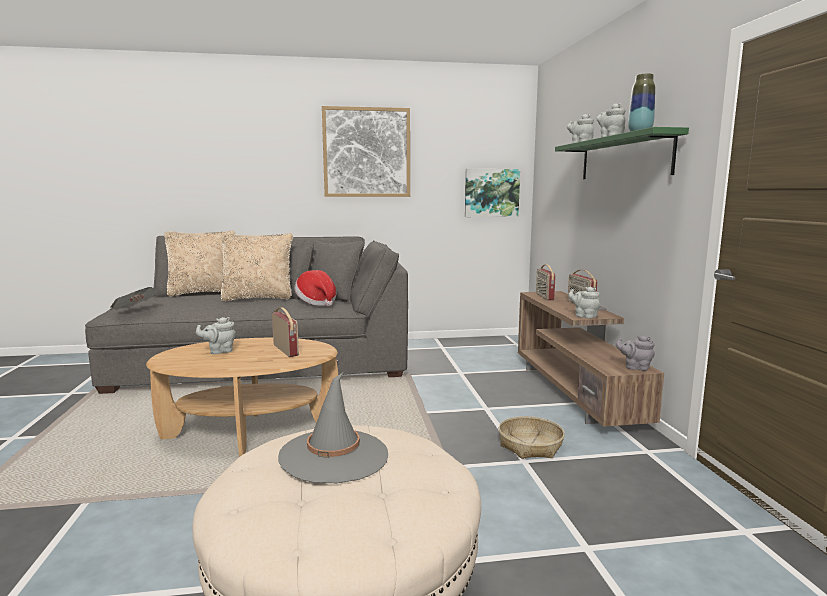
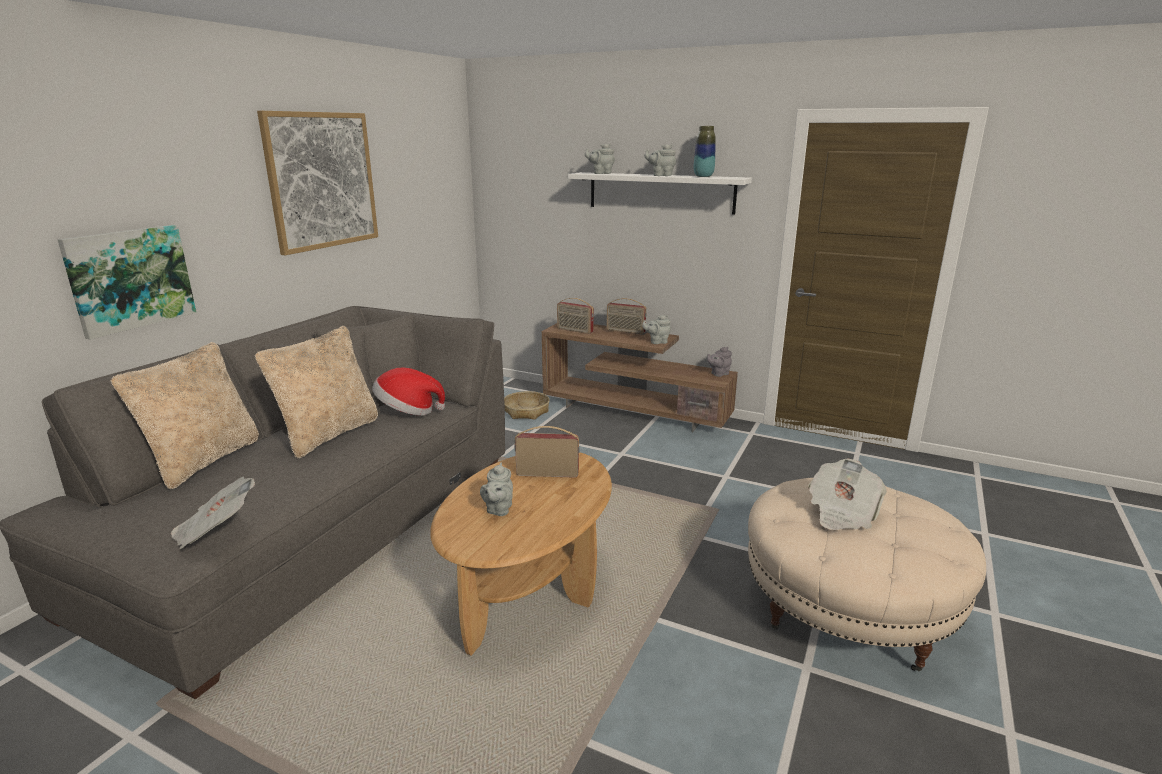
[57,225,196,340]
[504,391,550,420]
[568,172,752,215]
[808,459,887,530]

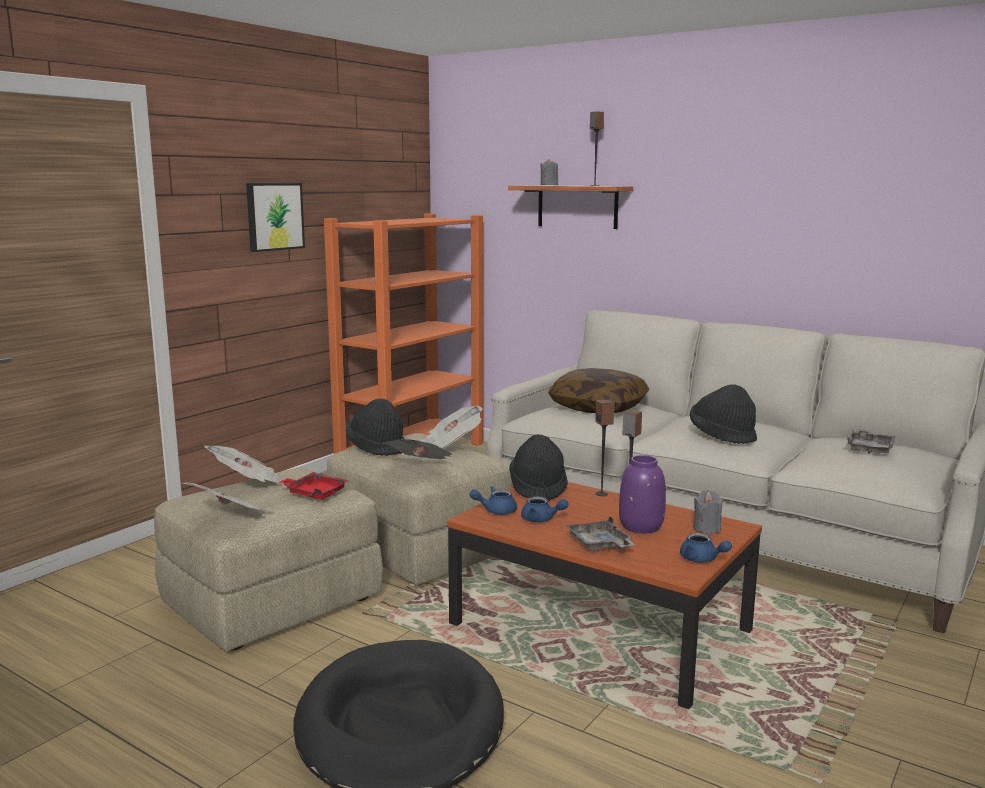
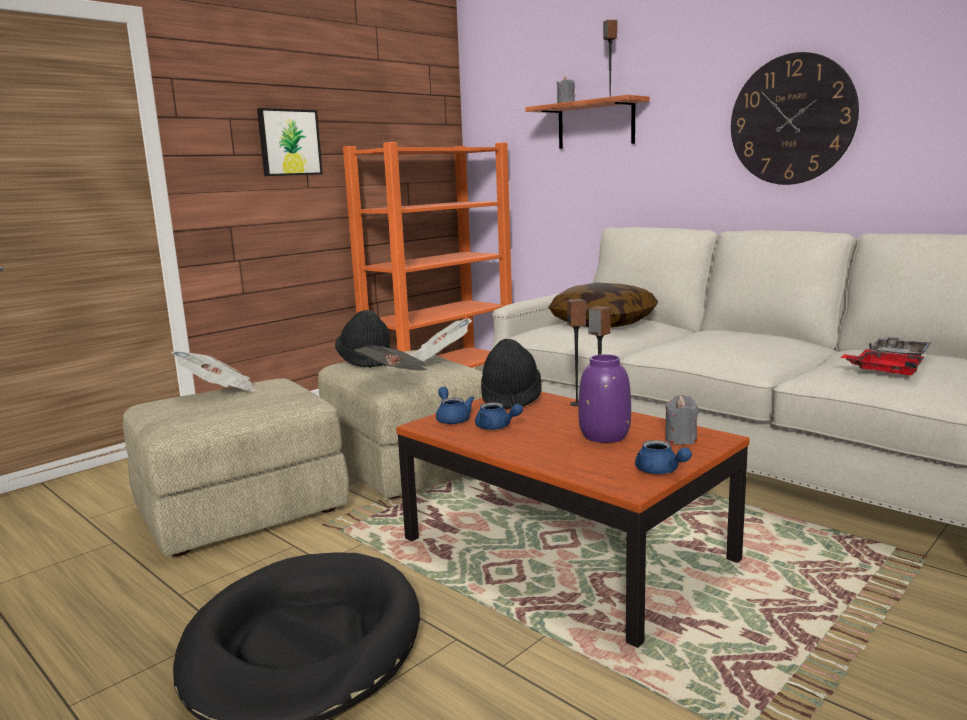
[436,387,474,424]
[731,52,859,185]
[840,349,925,375]
[182,483,271,510] (first image)
[565,516,635,551] (first image)
[690,385,757,444] (first image)

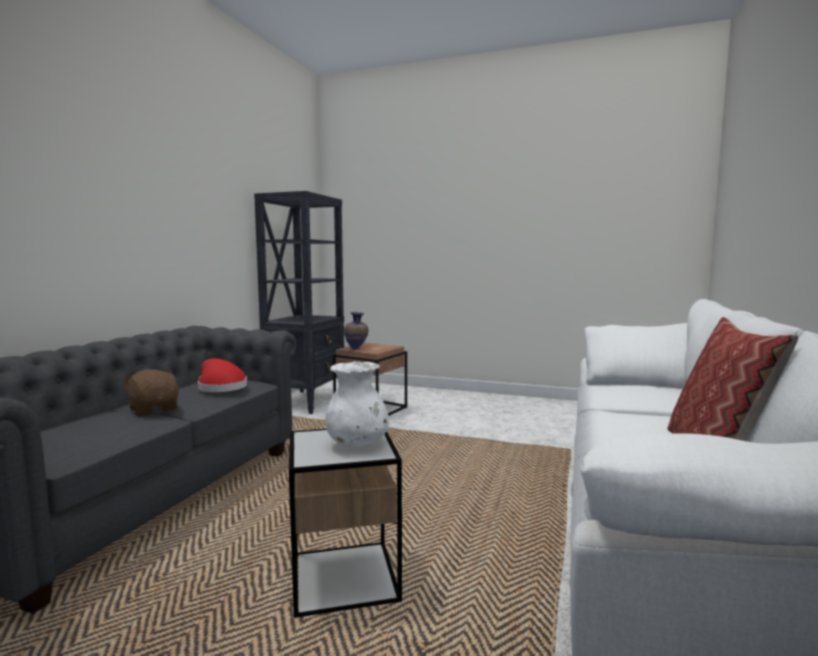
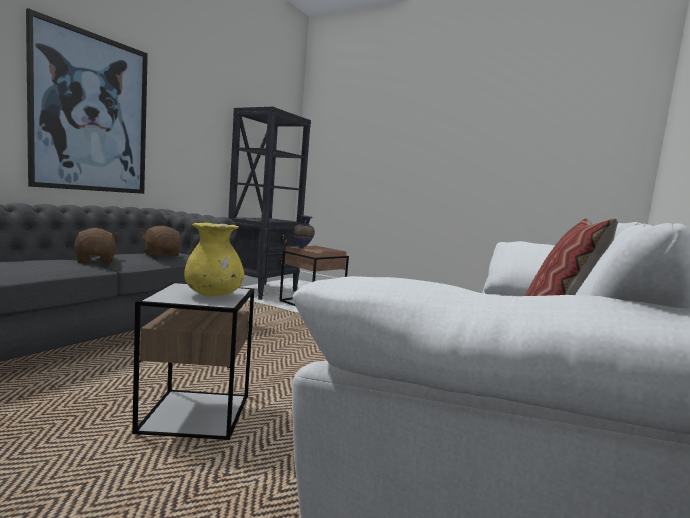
[26,8,148,194]
[141,226,181,257]
[184,223,245,297]

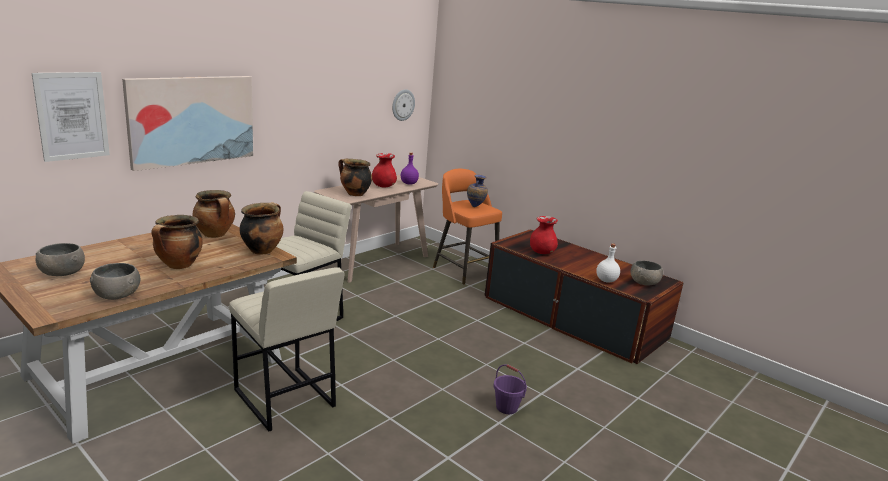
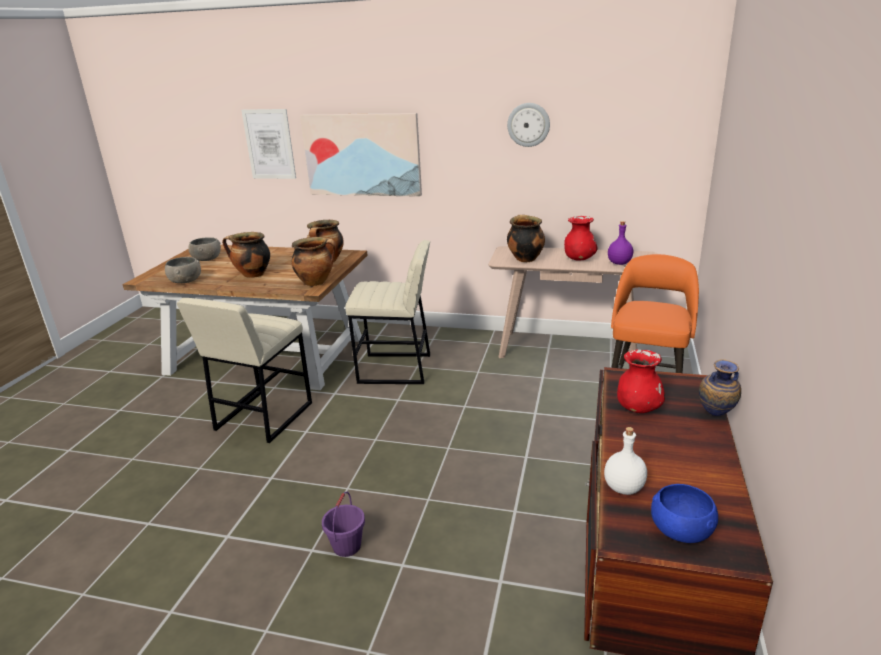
[507,103,550,147]
[651,484,718,543]
[699,359,741,416]

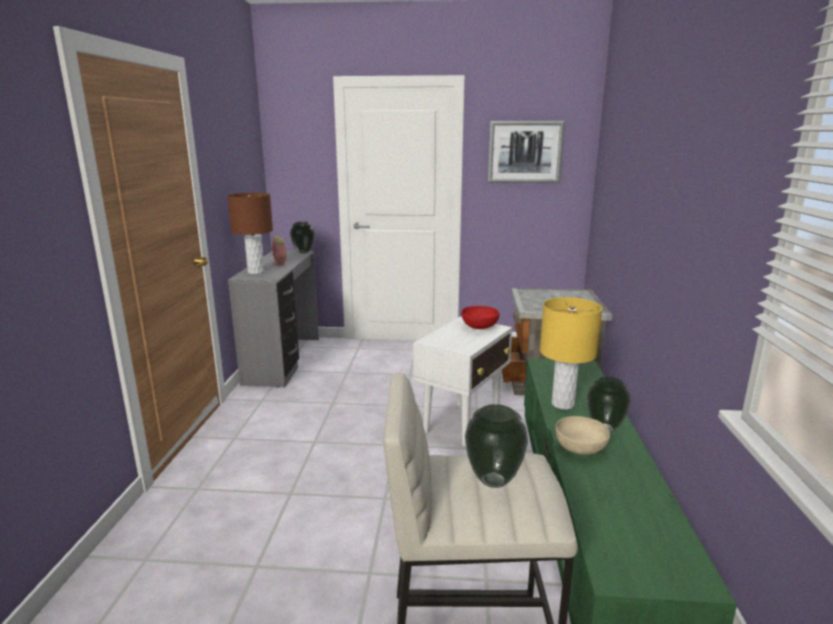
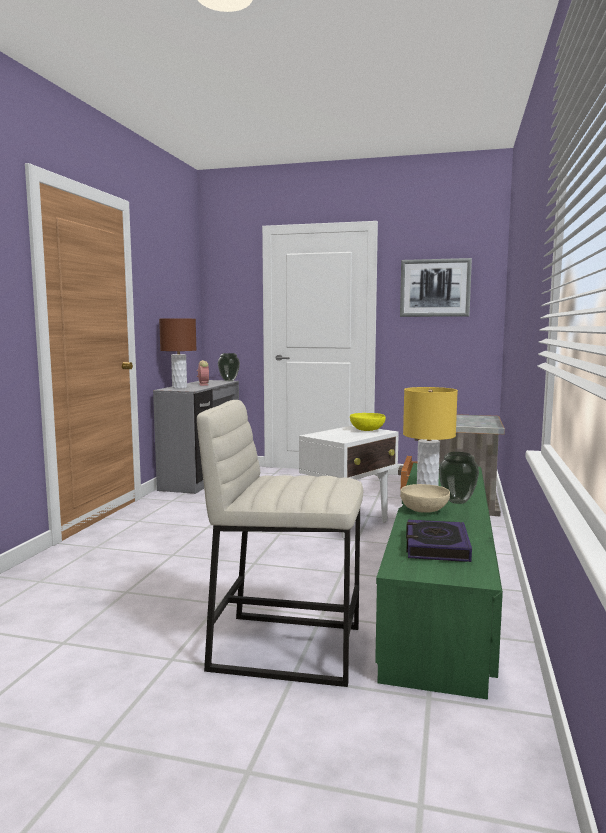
[350,413,386,431]
[406,519,472,562]
[465,404,528,488] (first image)

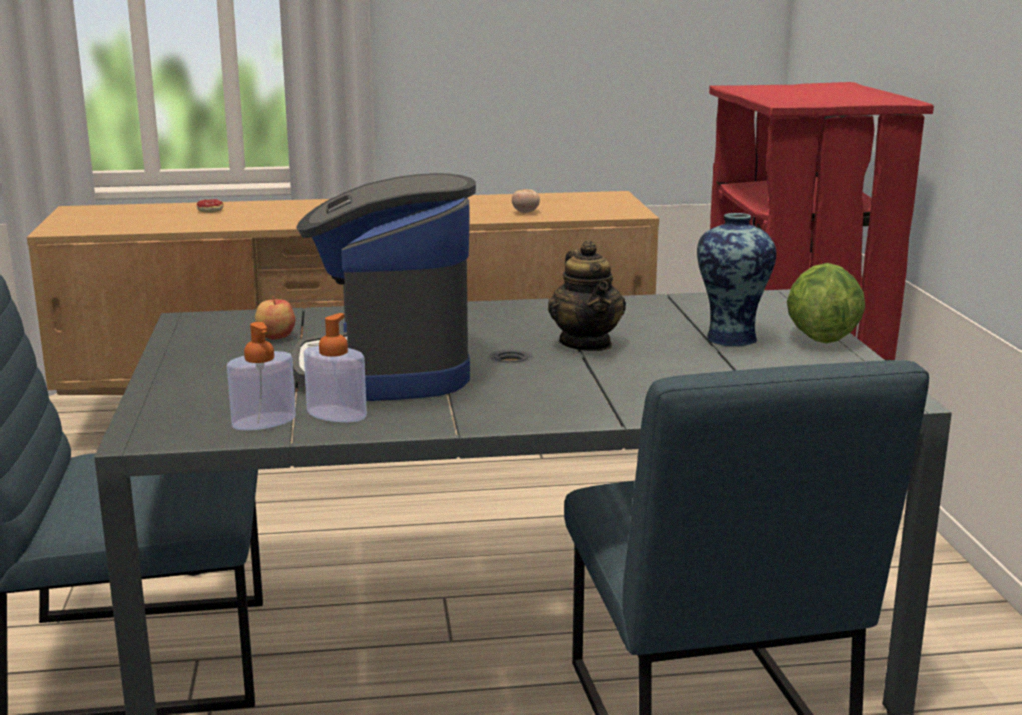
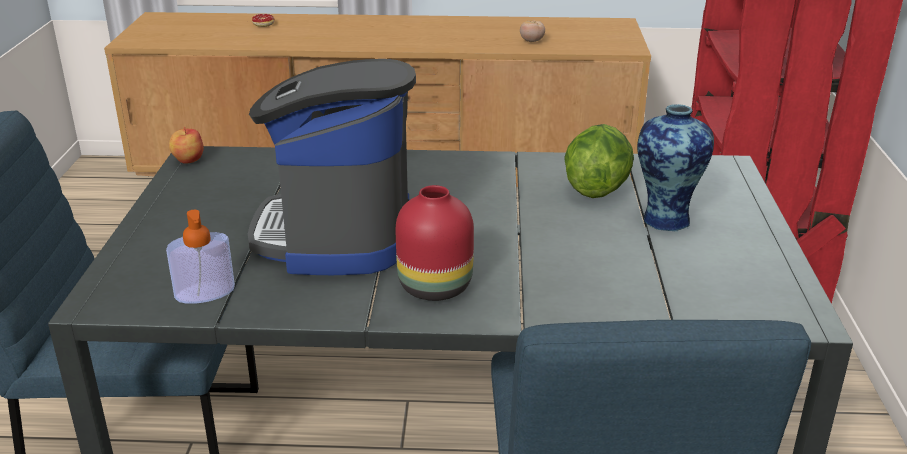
[169,127,204,164]
[396,185,474,301]
[564,124,634,198]
[304,313,367,422] (first image)
[548,240,626,351] (first image)

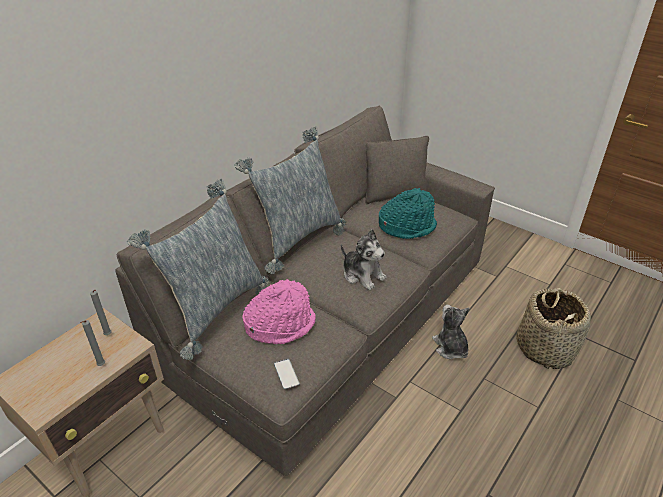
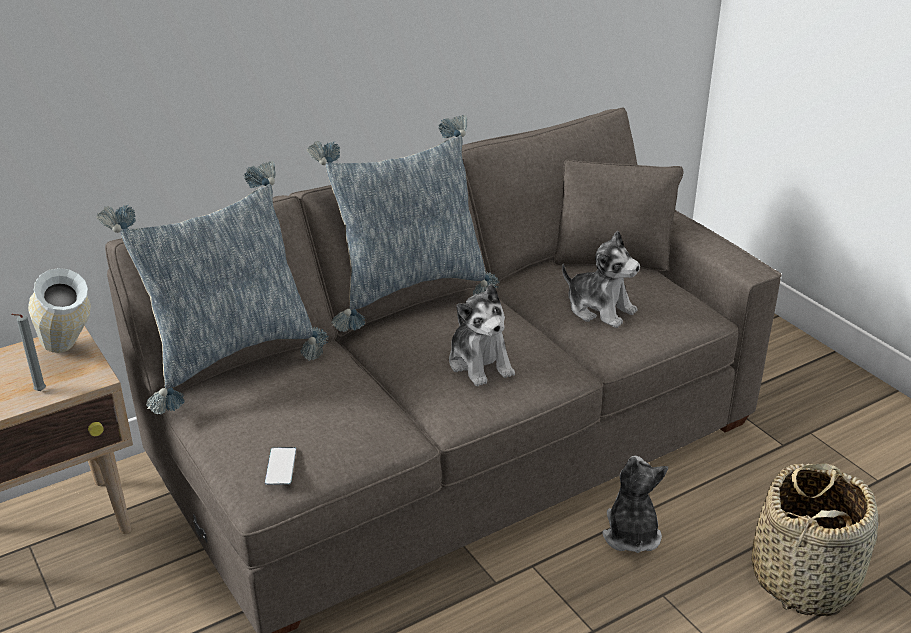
[28,268,91,353]
[562,231,640,328]
[242,279,316,344] (first image)

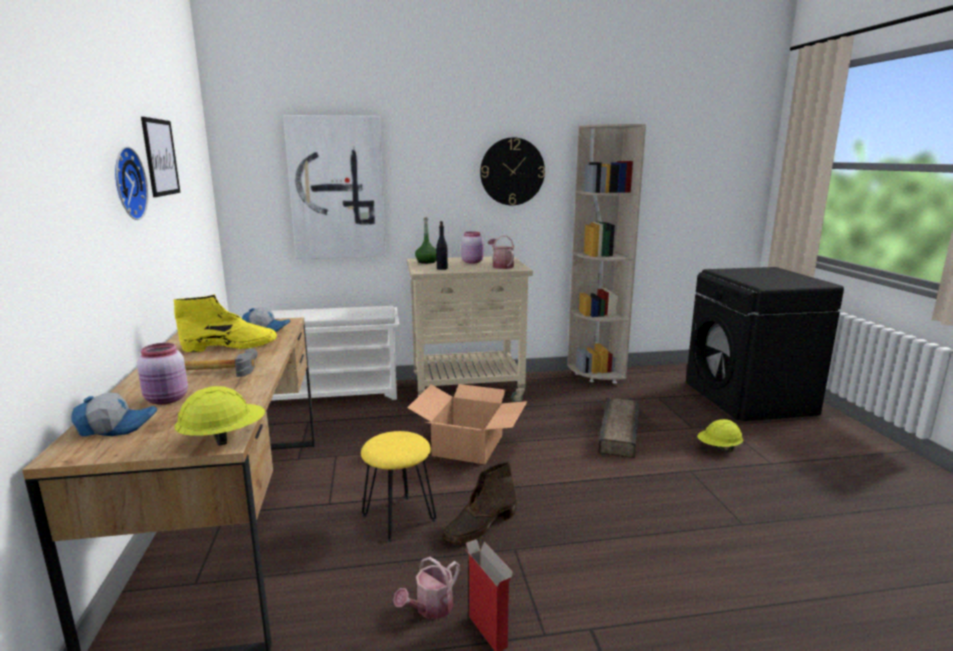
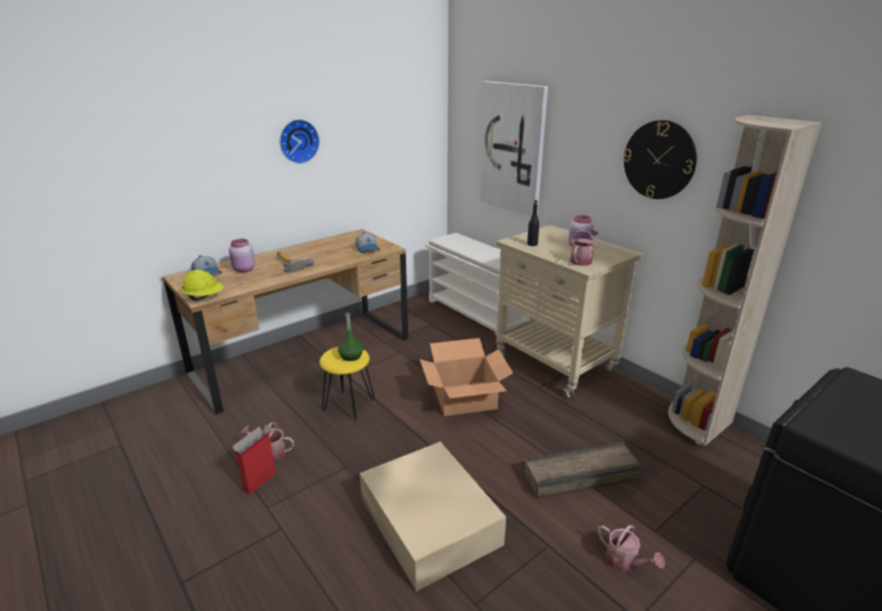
[338,313,364,361]
[360,442,506,591]
[597,525,665,573]
[141,117,181,197] (first image)
[174,294,277,352] (first image)
[442,461,517,544] (first image)

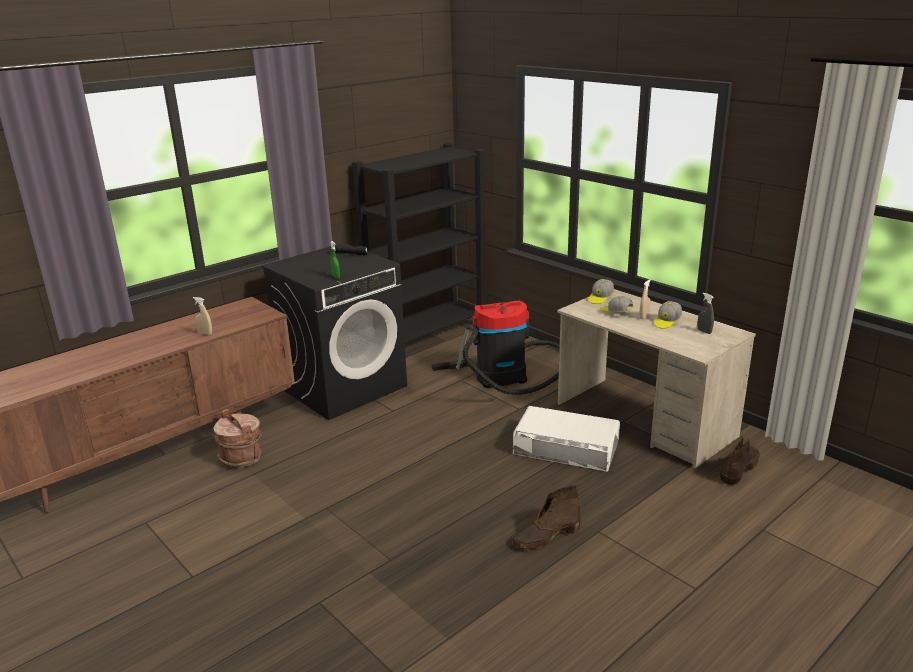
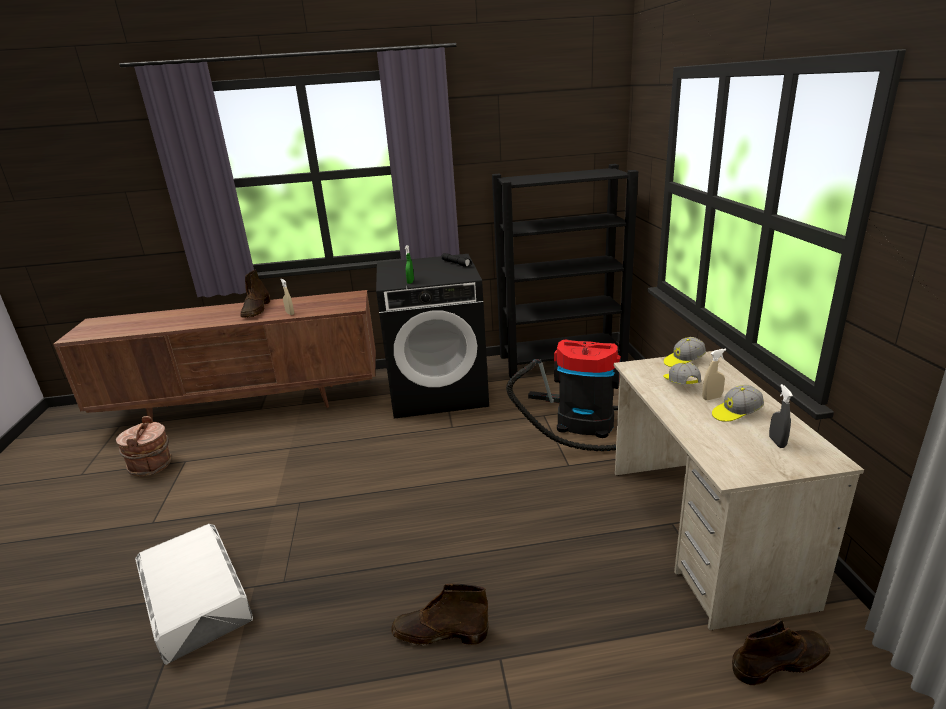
[116,416,172,477]
[135,524,253,665]
[240,270,270,318]

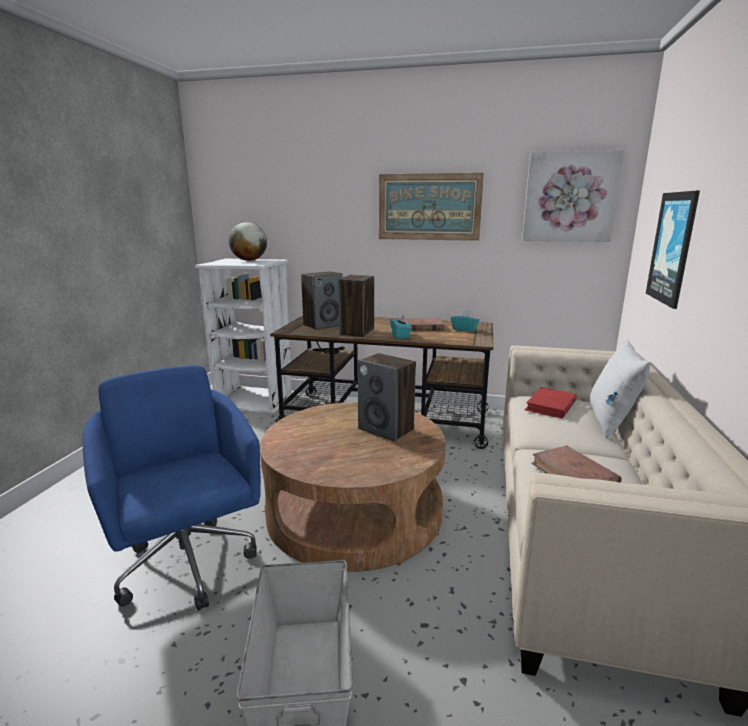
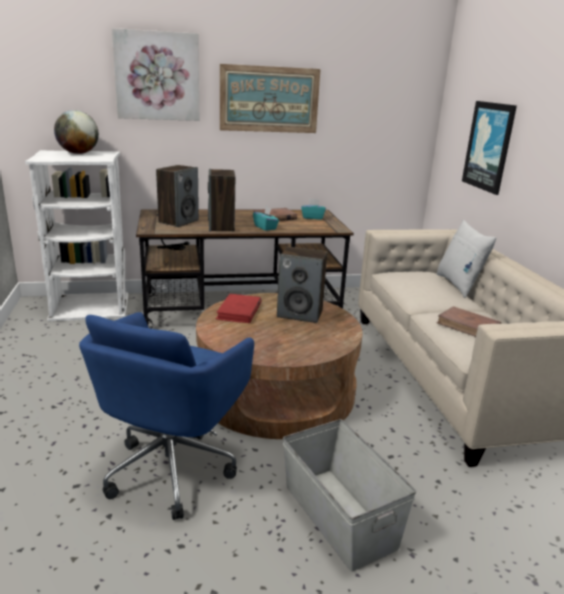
[79,312,254,520]
[112,28,199,121]
[216,294,262,323]

